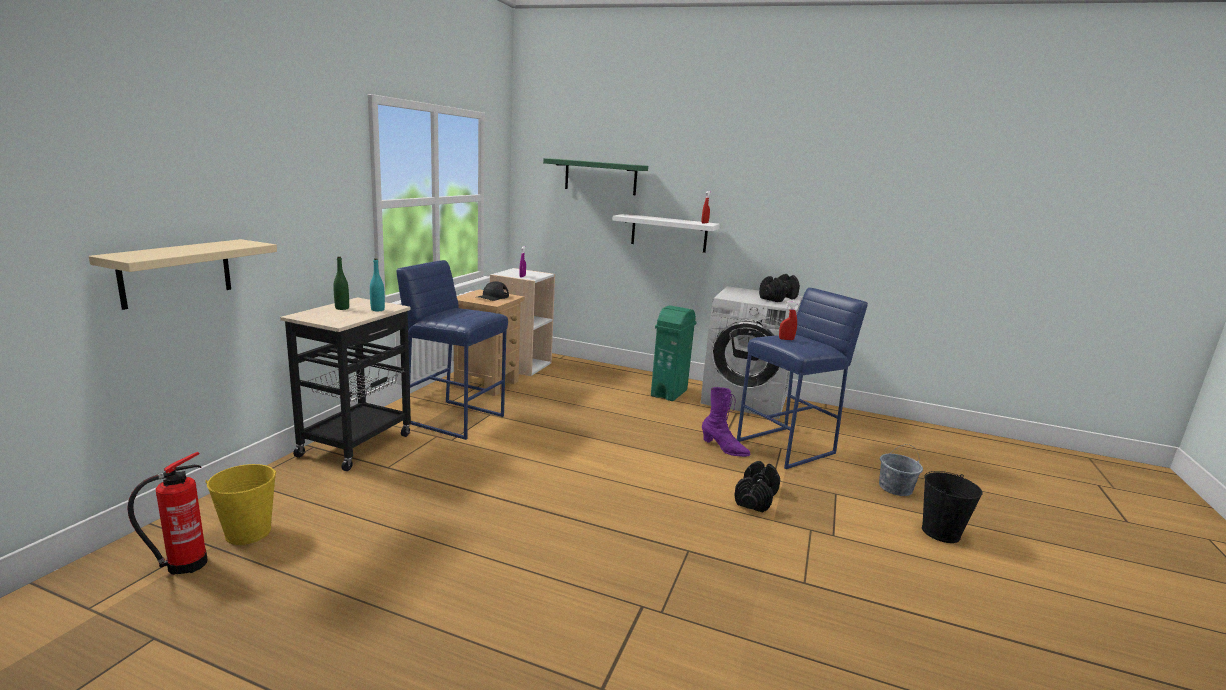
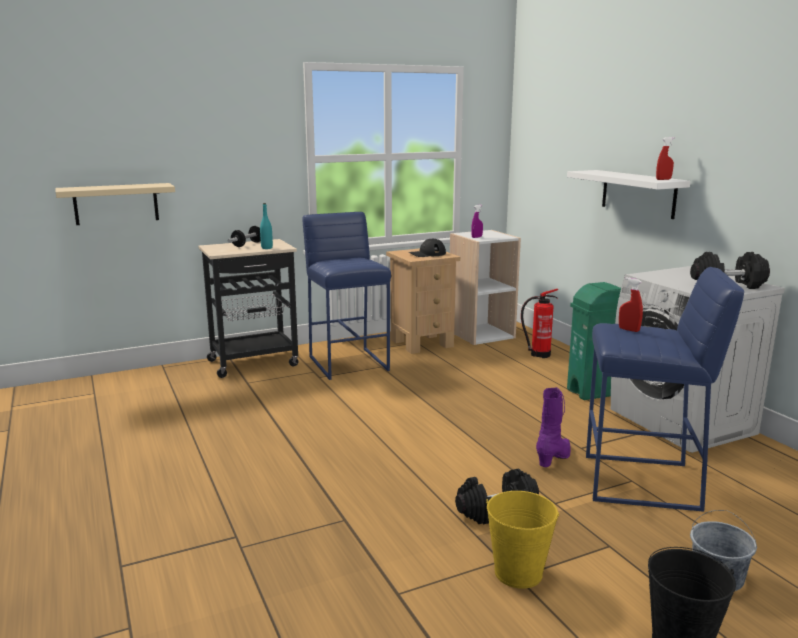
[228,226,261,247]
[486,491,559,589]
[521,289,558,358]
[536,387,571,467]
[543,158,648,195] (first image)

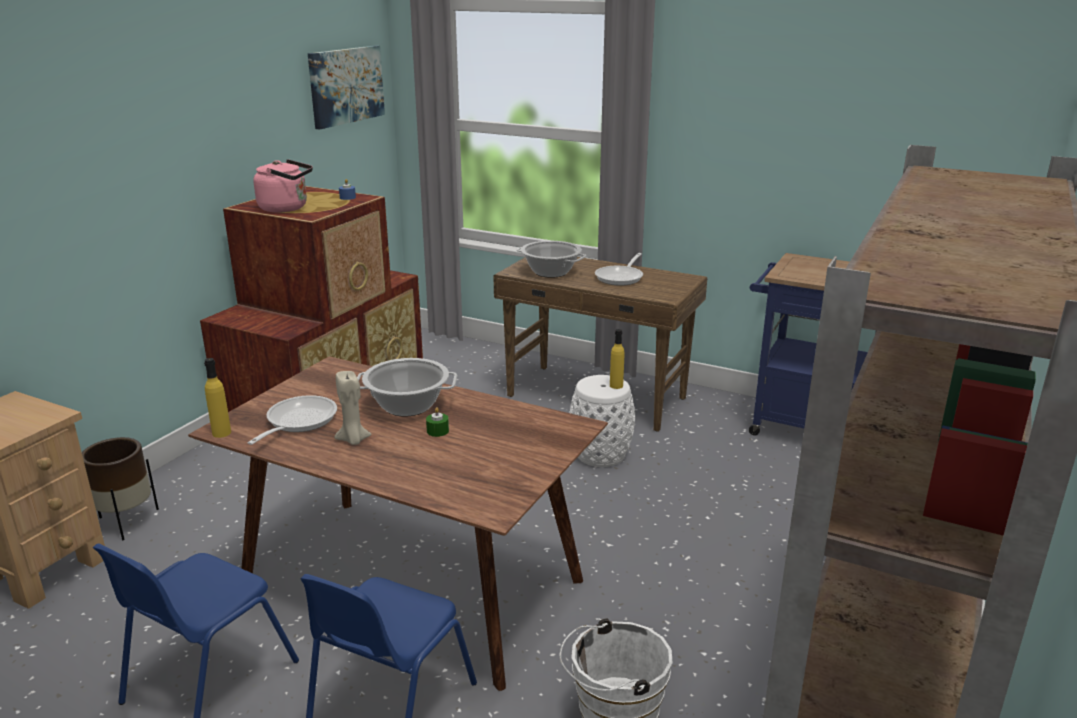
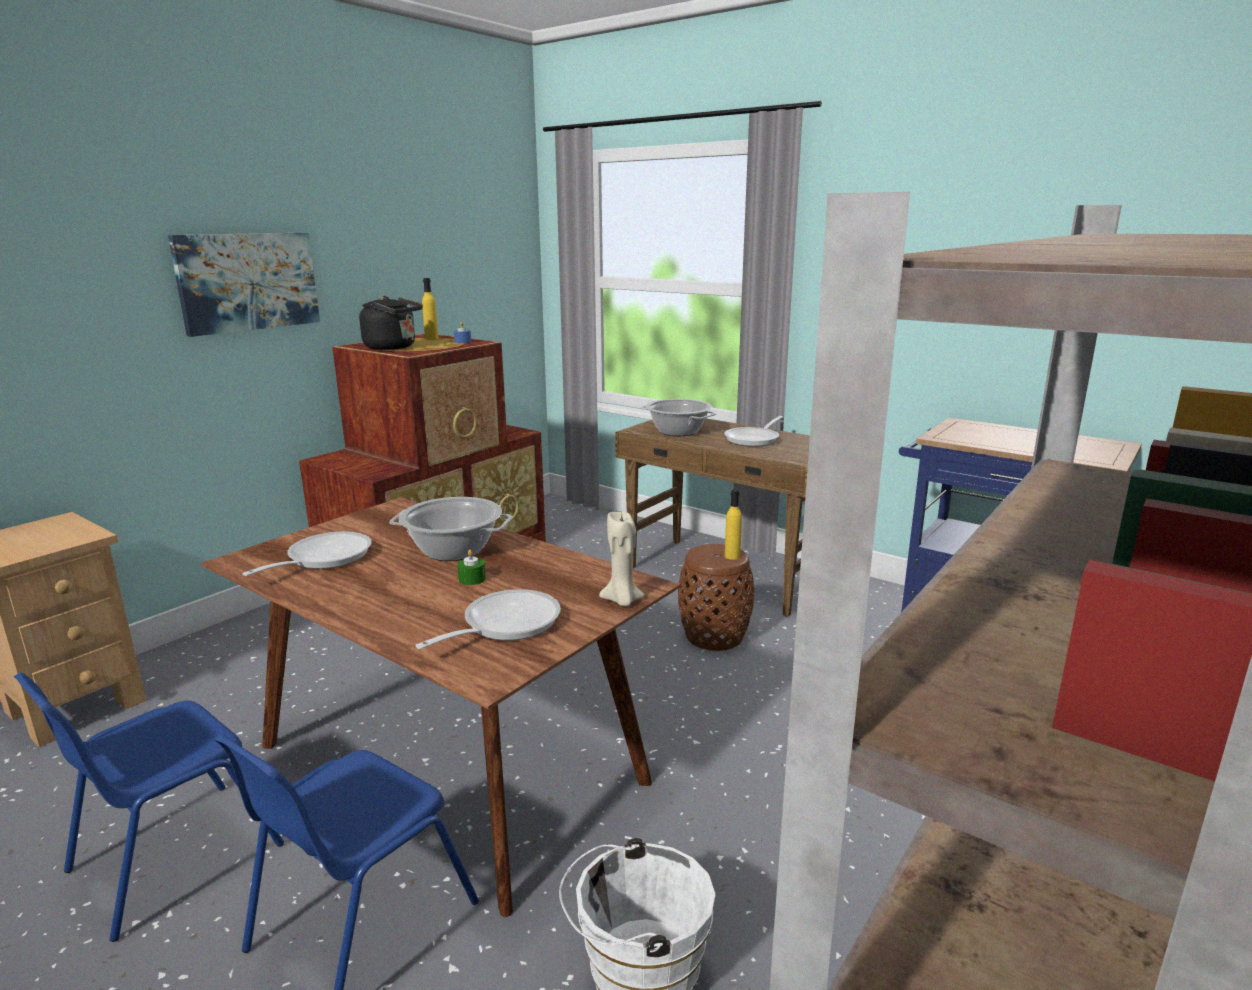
[168,233,320,337]
[359,296,423,350]
[416,589,561,649]
[422,278,439,340]
[599,512,645,606]
[678,544,755,651]
[82,437,159,541] (first image)

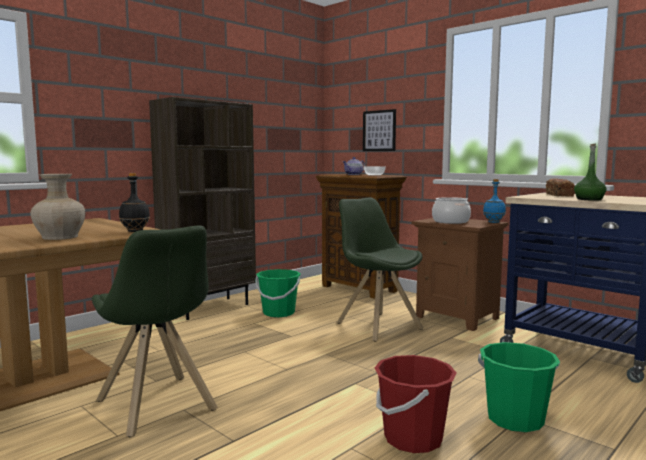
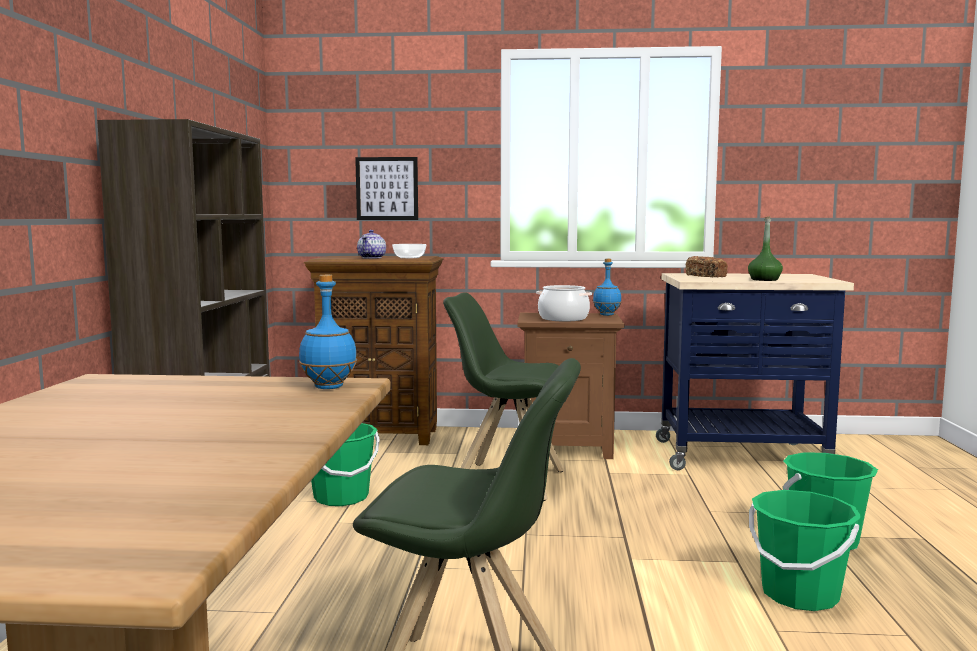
[299,275,357,389]
[749,490,861,611]
[31,174,85,240] (first image)

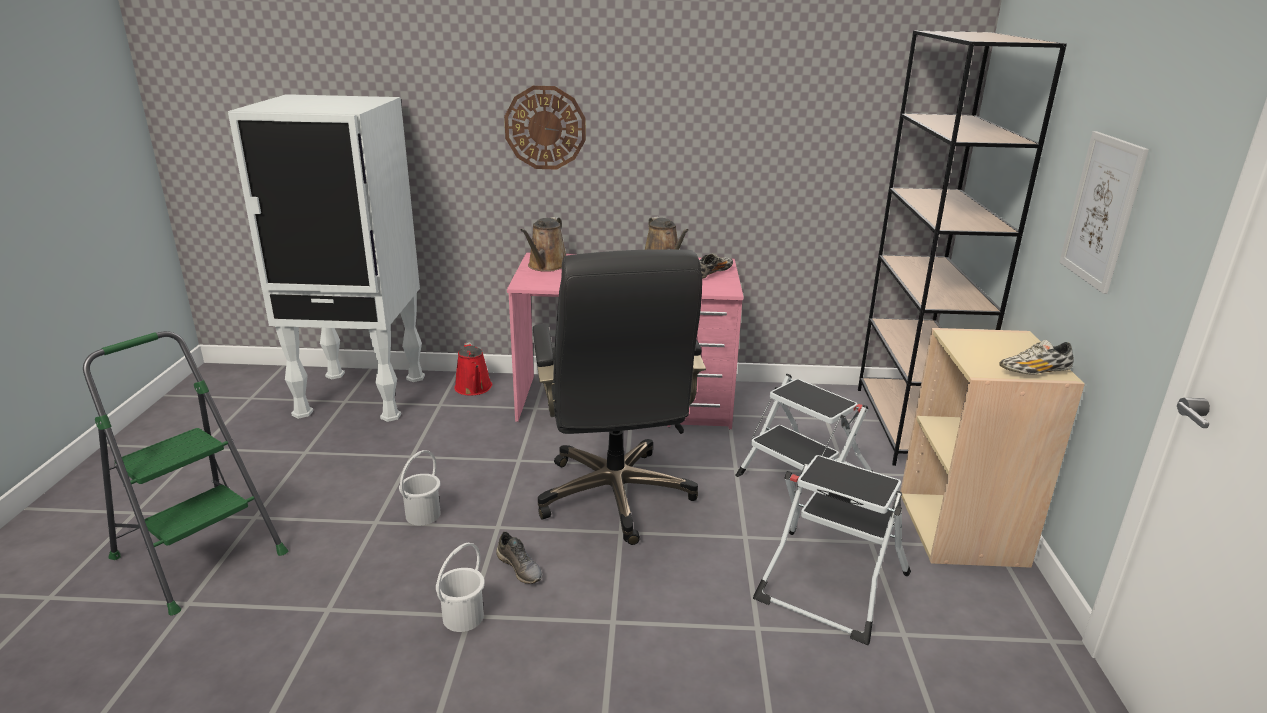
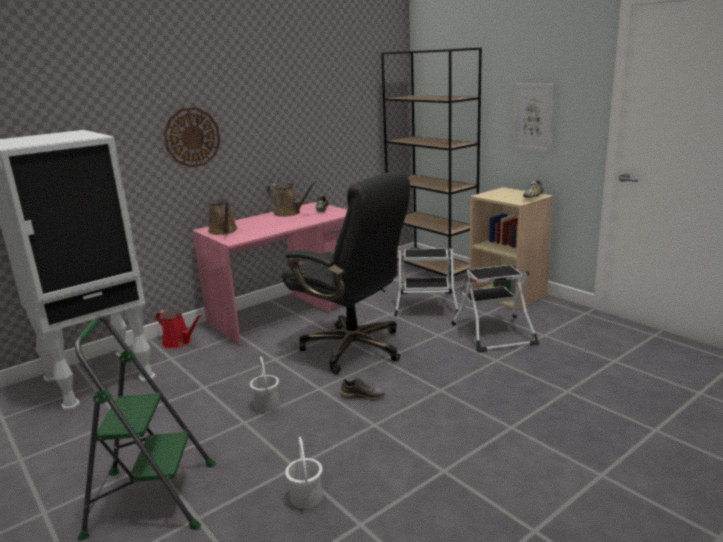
[285,437,323,509]

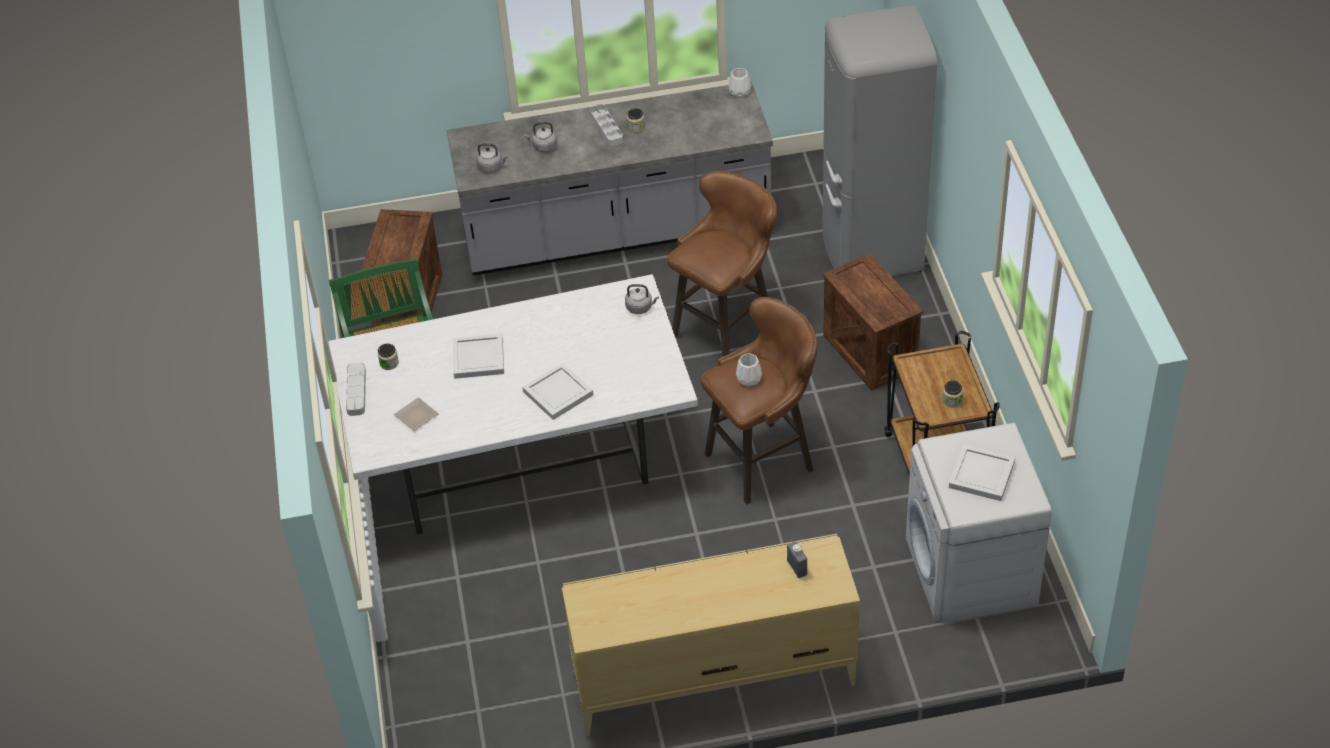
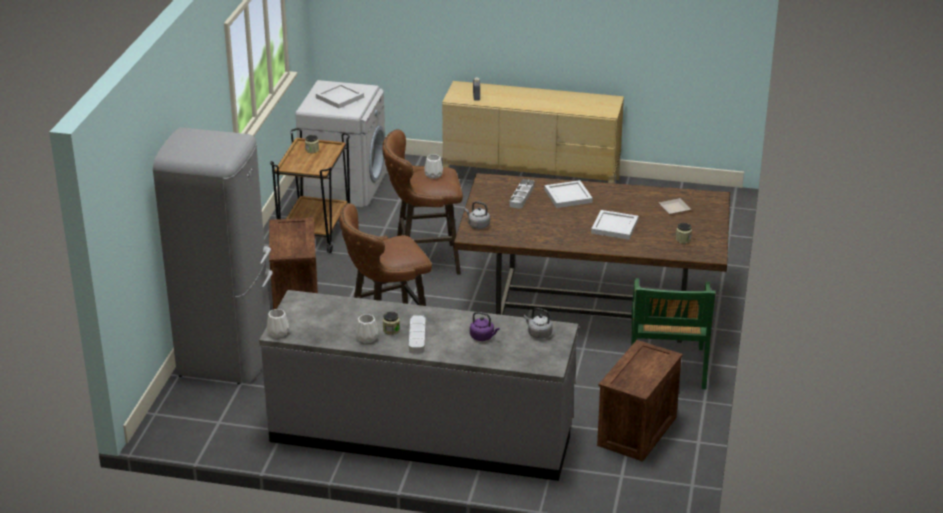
[356,314,378,343]
[454,173,730,343]
[470,312,500,341]
[510,179,534,209]

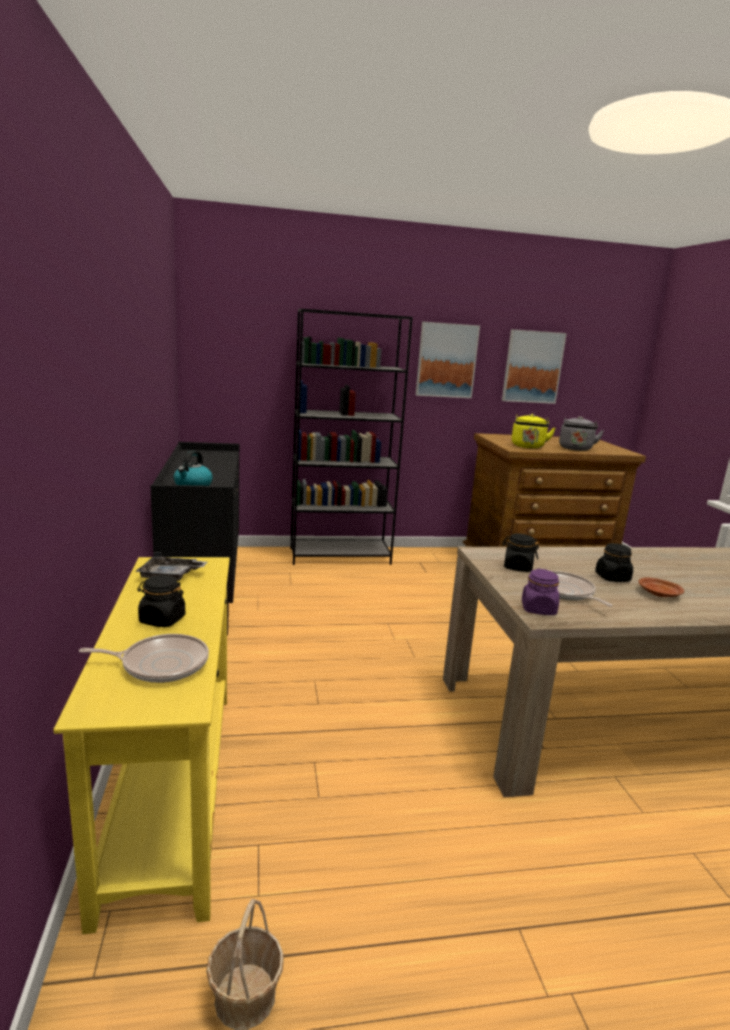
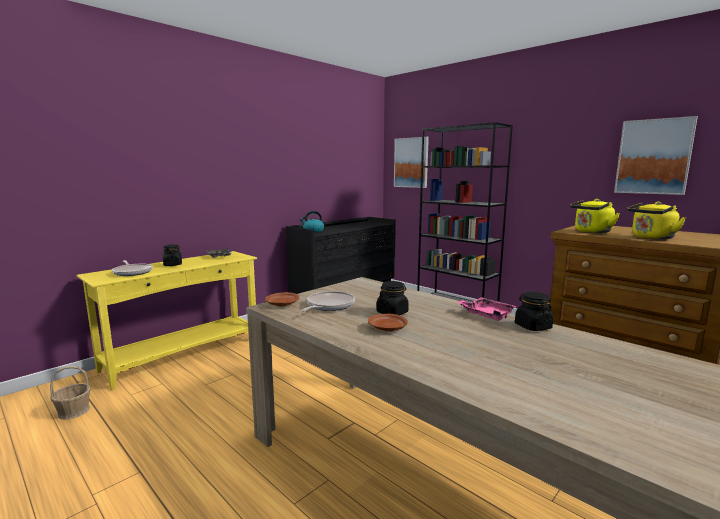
[265,292,299,306]
[394,137,429,188]
[457,297,517,321]
[515,292,553,331]
[627,202,686,240]

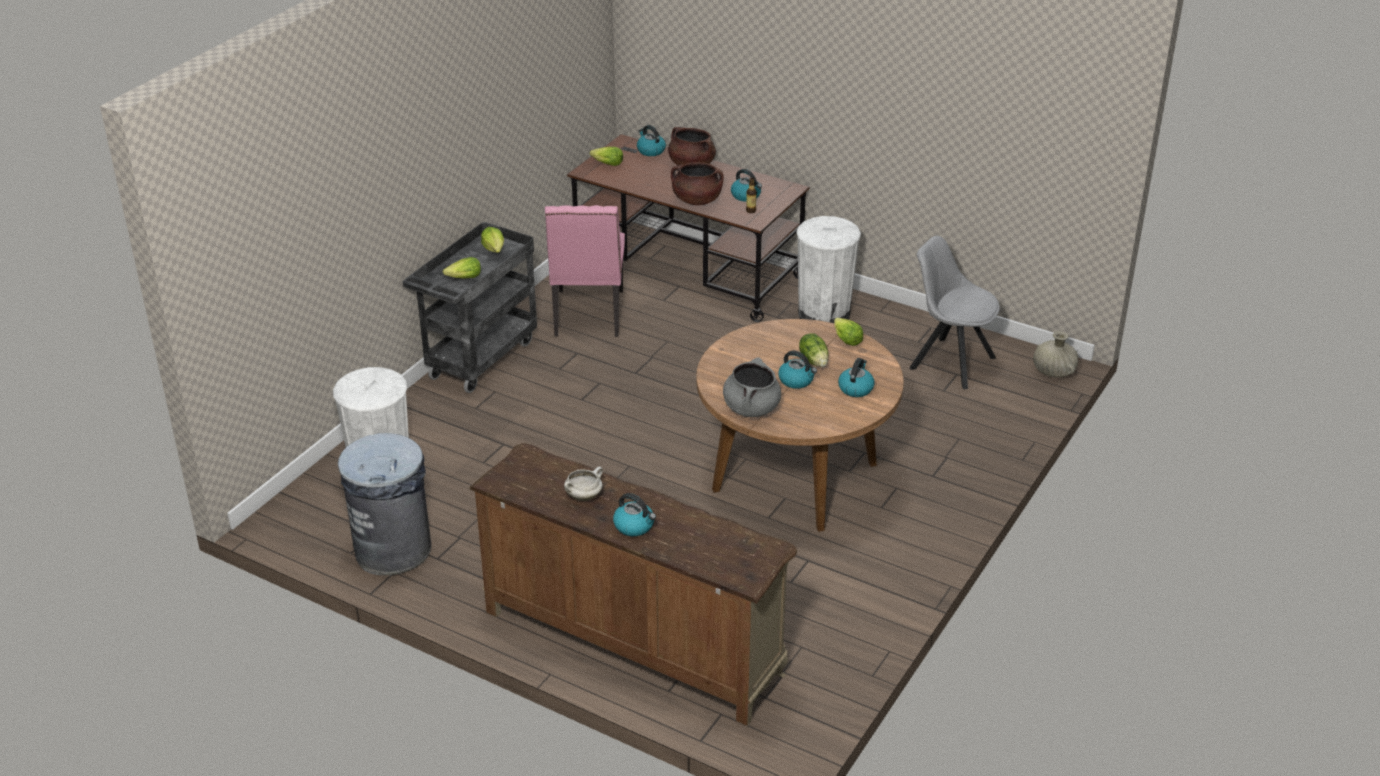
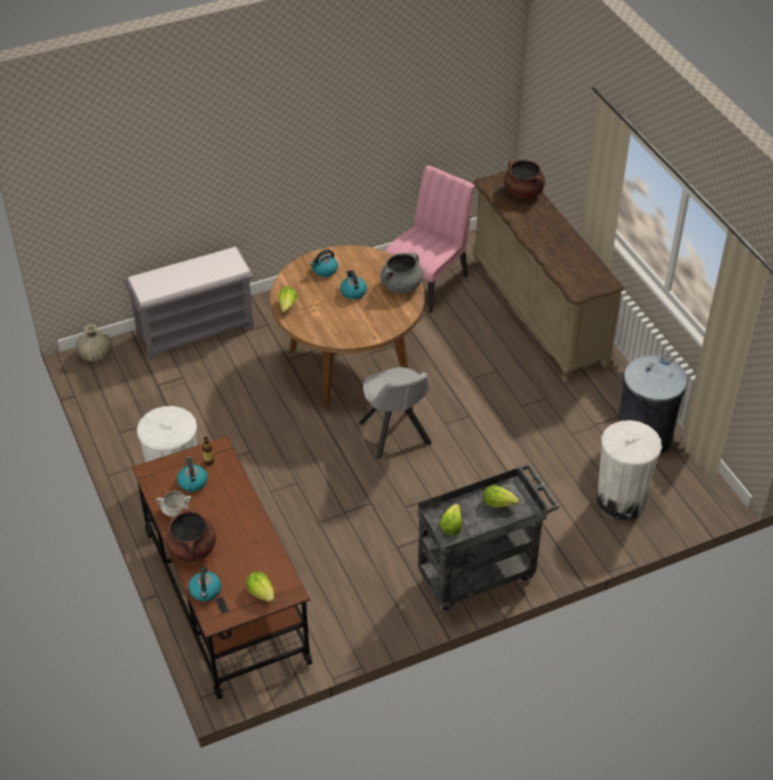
[124,247,254,360]
[156,491,192,517]
[359,367,432,459]
[385,165,475,313]
[504,160,545,198]
[613,493,656,536] (first image)
[799,333,828,367] (first image)

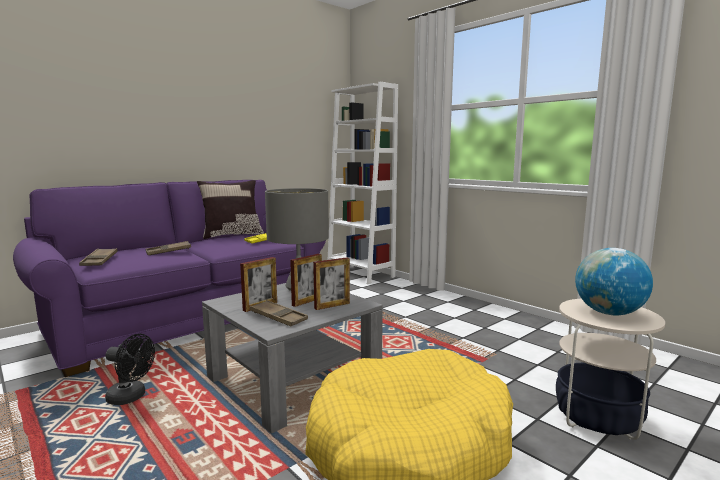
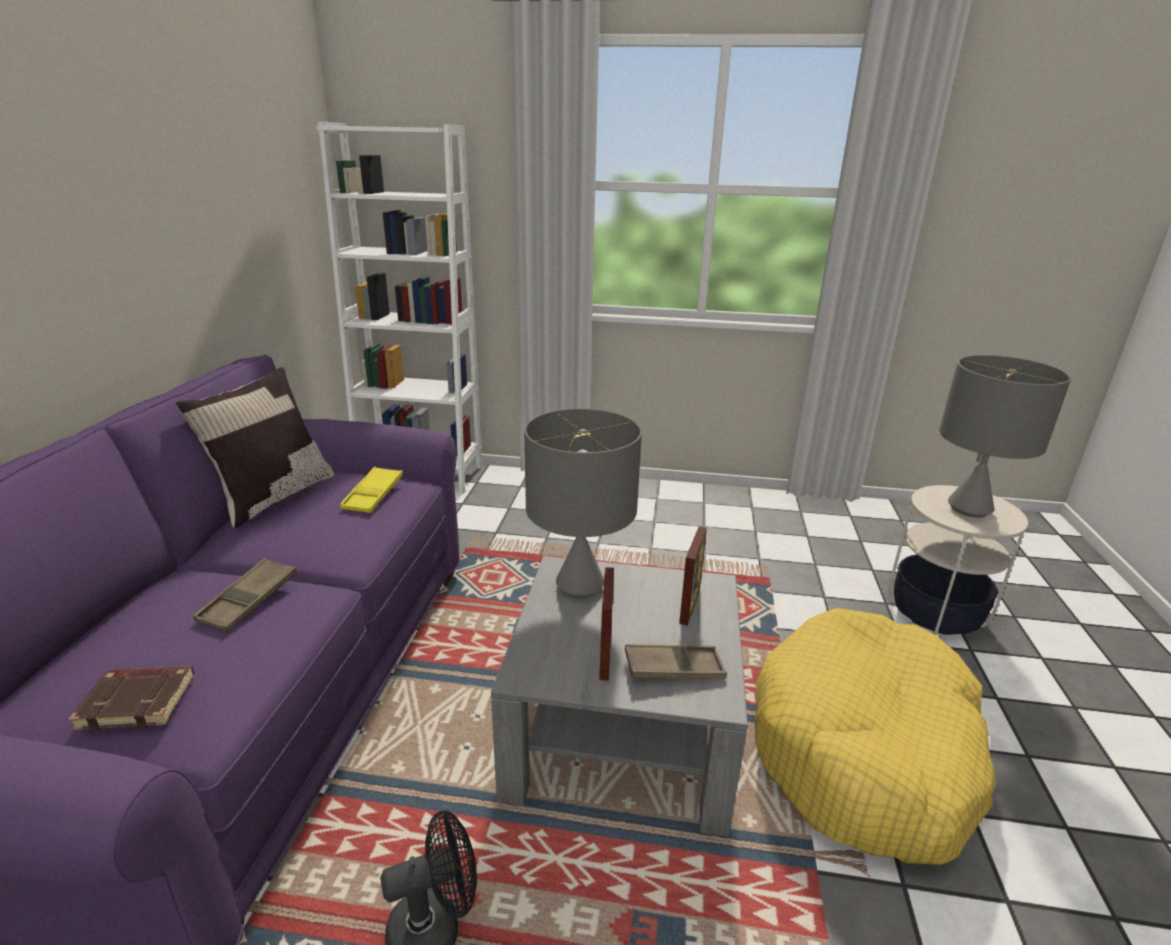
[68,666,194,731]
[939,355,1071,518]
[290,254,322,307] (first image)

